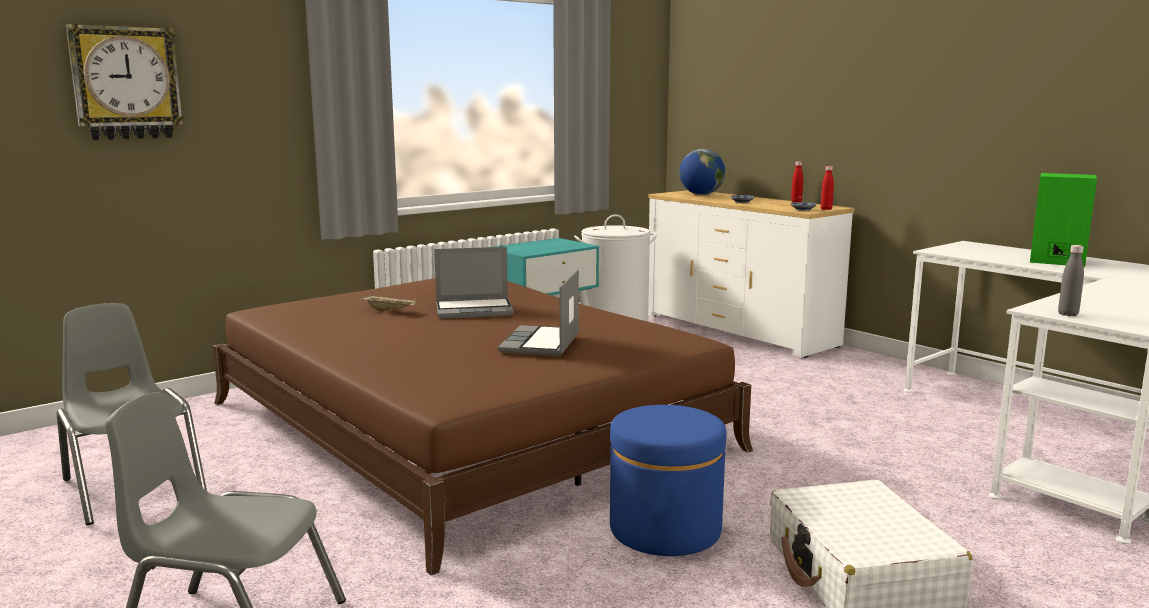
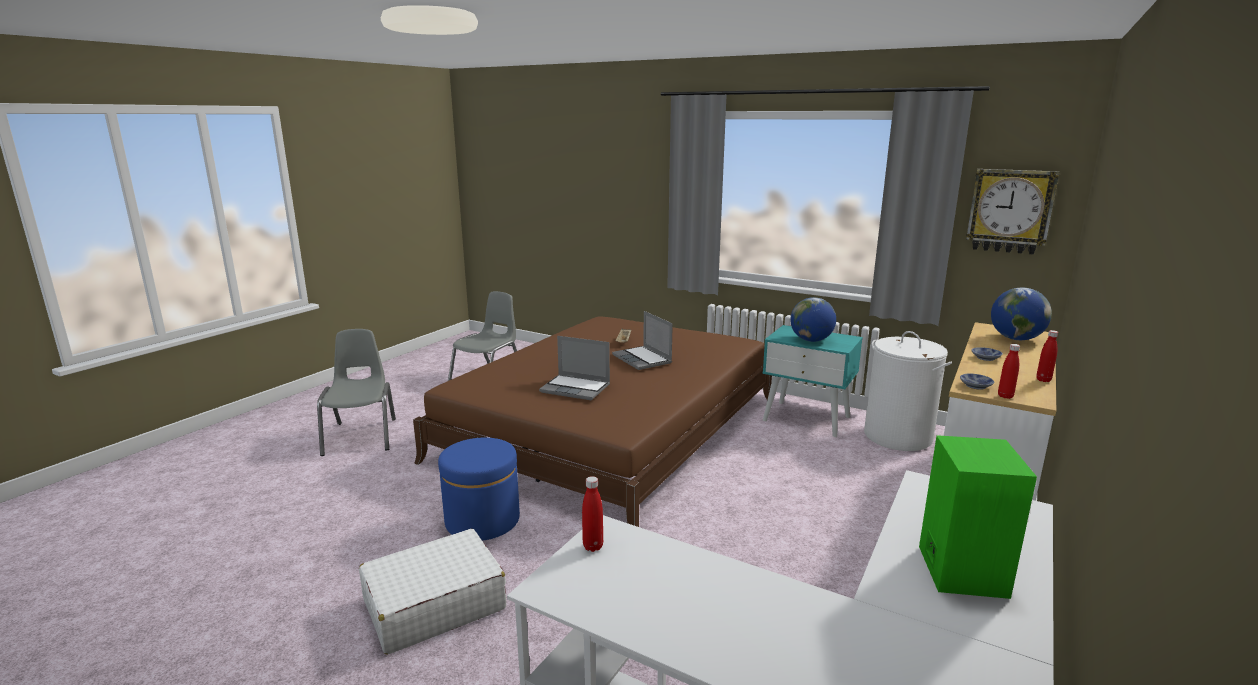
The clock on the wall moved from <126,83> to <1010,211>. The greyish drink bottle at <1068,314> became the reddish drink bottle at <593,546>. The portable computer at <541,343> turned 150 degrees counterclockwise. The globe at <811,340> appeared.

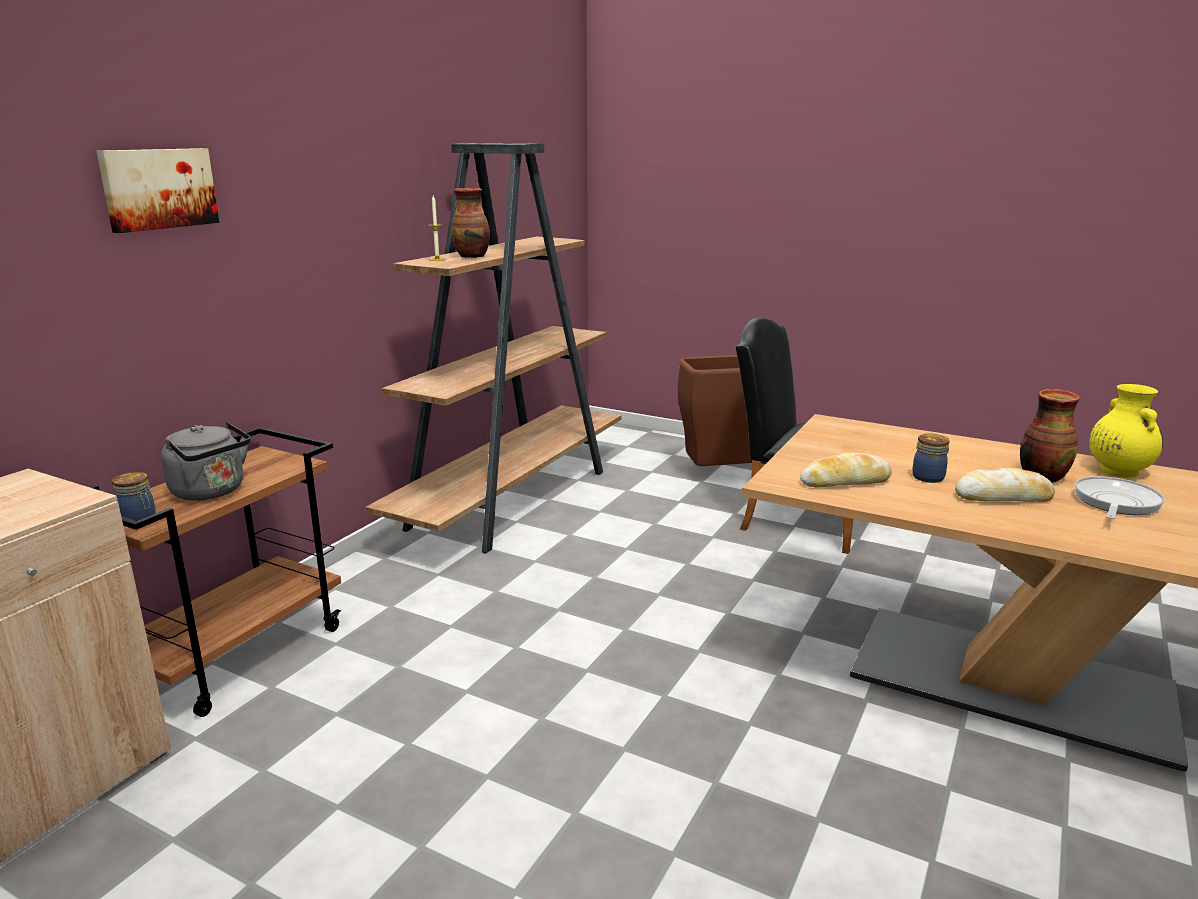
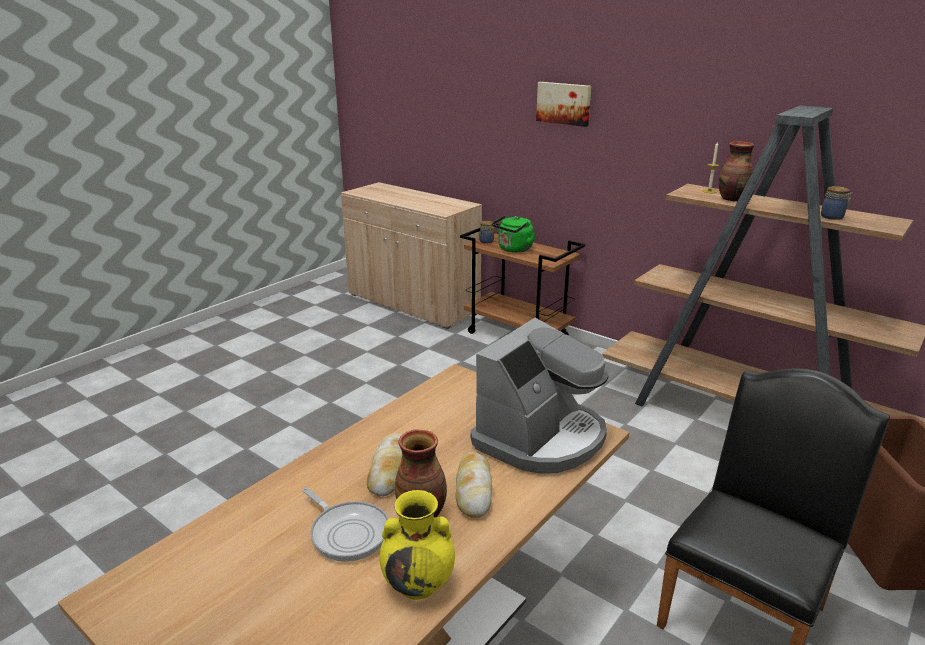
The greyish water kettle at <212,492> became the greenish water kettle at <513,249>. The storage jar moved from <928,477> to <833,217>. The baked bread moved from <845,481> to <473,490>. The coffee machine at <541,438> appeared.

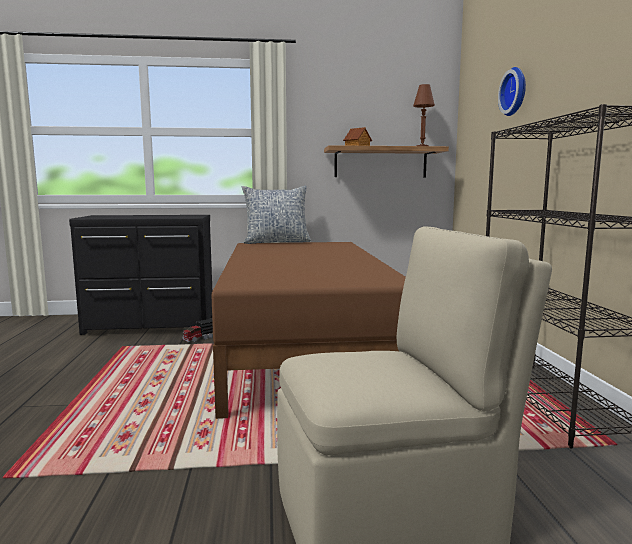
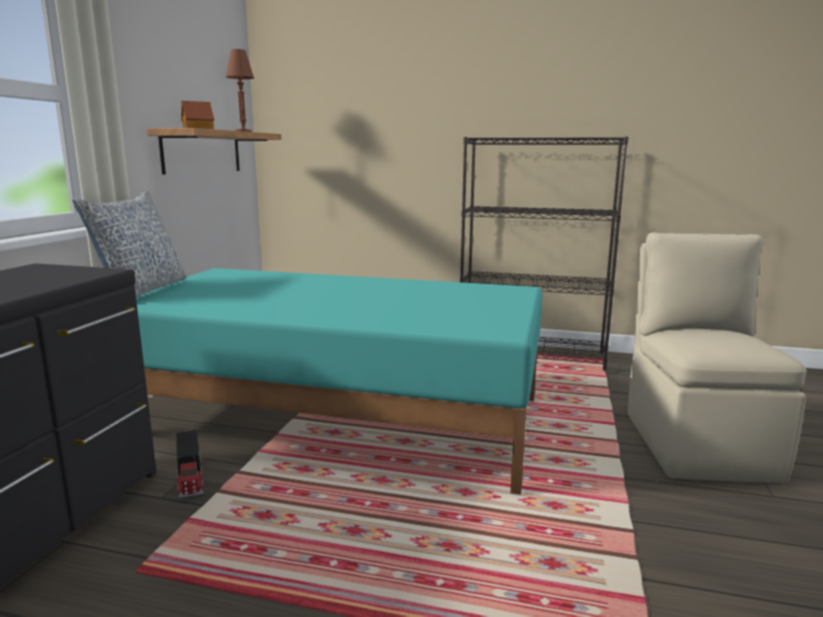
The clock on the wall at <515,92> disappeared. The brown sleeping bed at <305,350> became the turquoise-coloured sleeping bed at <334,415>.

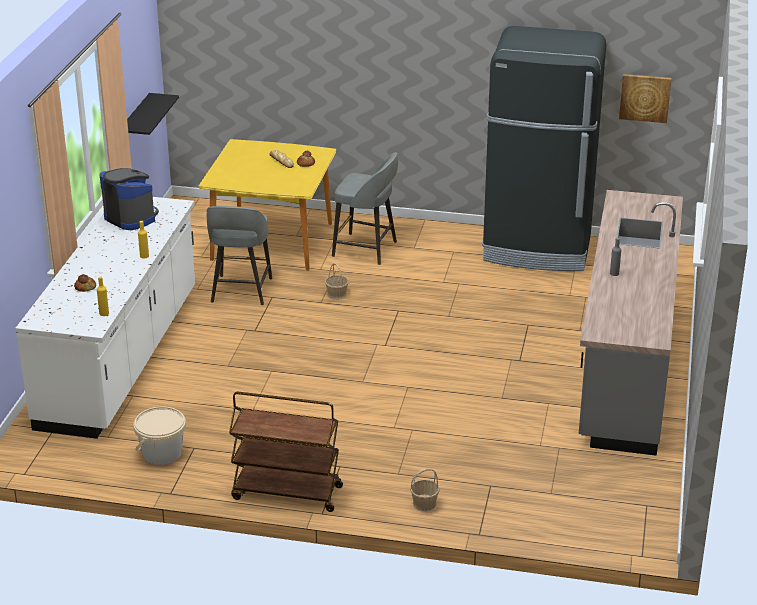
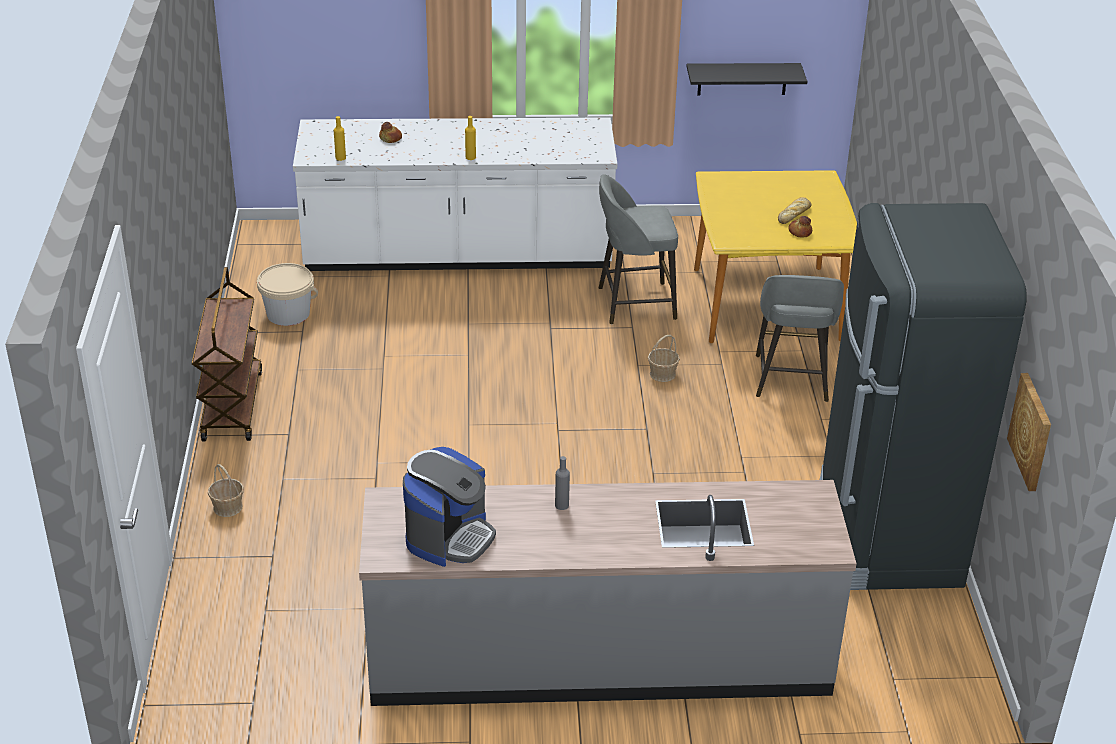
The coffee machine moved from <131,217> to <449,537>.

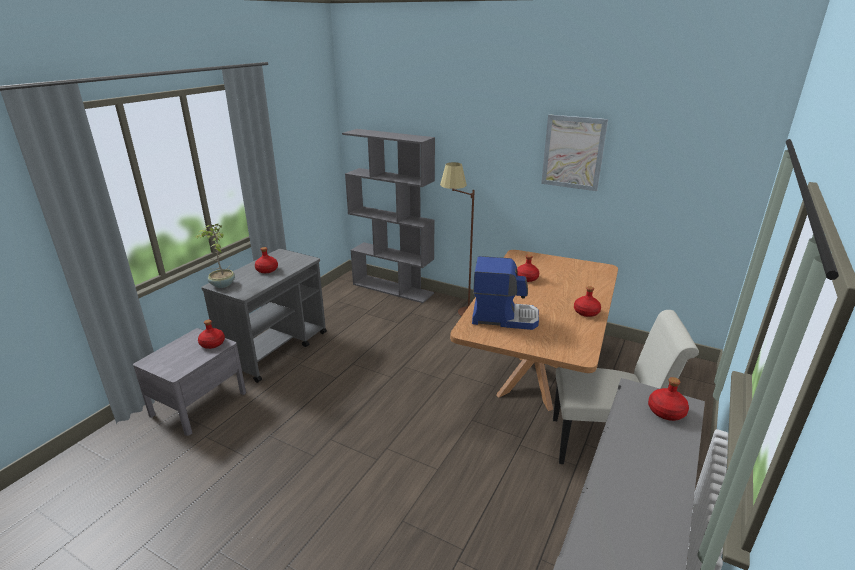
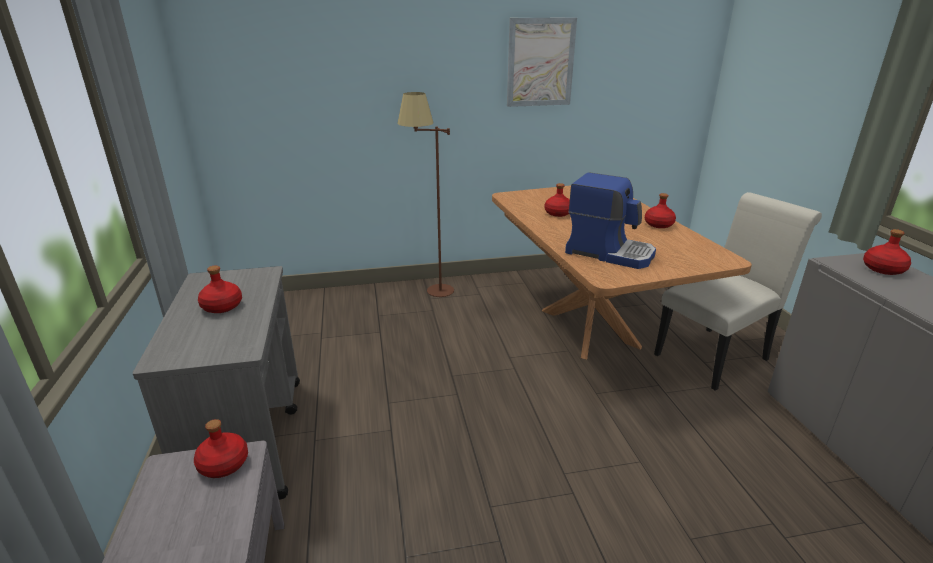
The greyish shelving unit at <393,288> disappeared. The houseplant at <222,285> disappeared. The coffee machine at <504,317> turned 60 degrees clockwise.

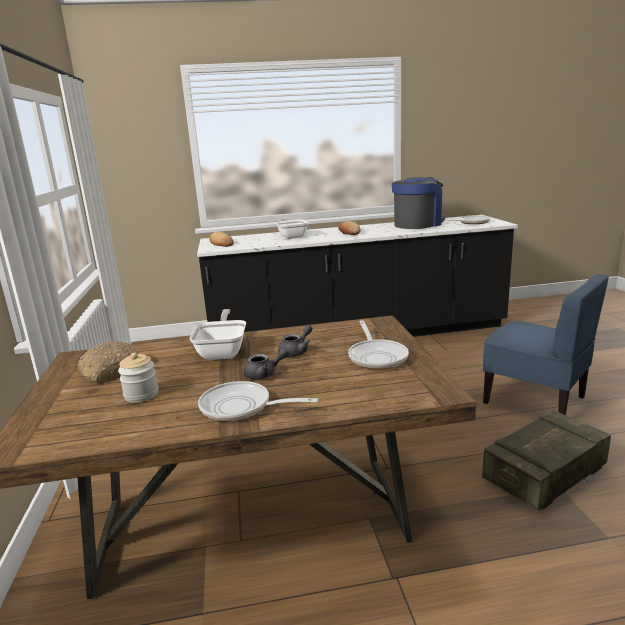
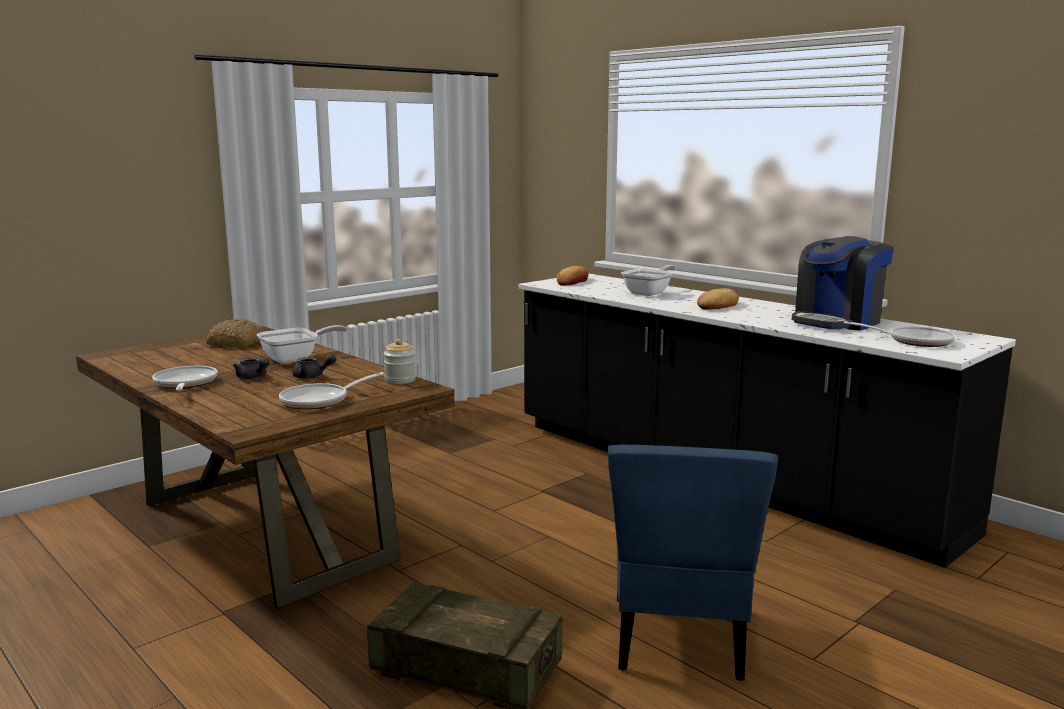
The coffee machine at <418,224> turned 120 degrees clockwise. The storage jar moved from <141,395> to <400,380>.

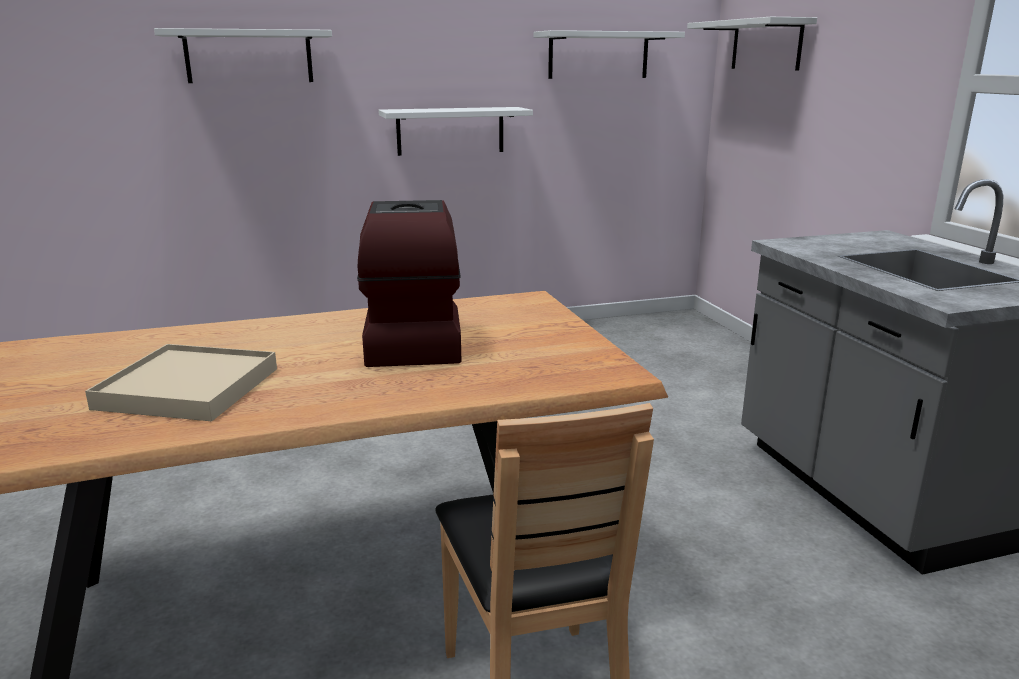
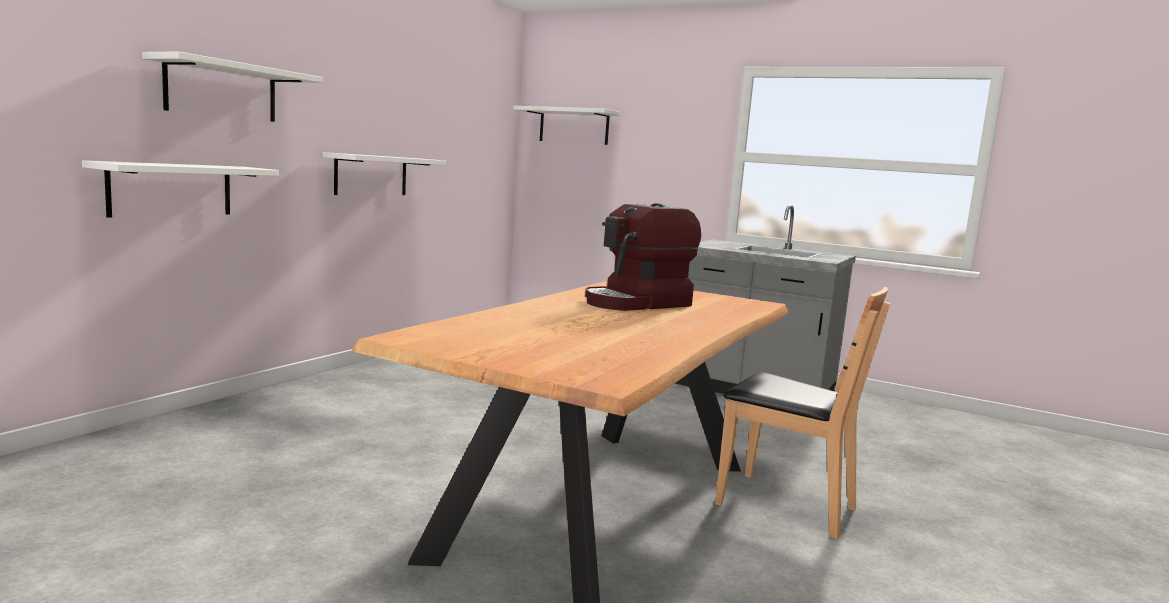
The whitish bracket shelf moved from <598,55> to <171,189>. The coffee machine at <412,340> turned 75 degrees counterclockwise. The sand-coloured carrying tray at <189,388> disappeared.

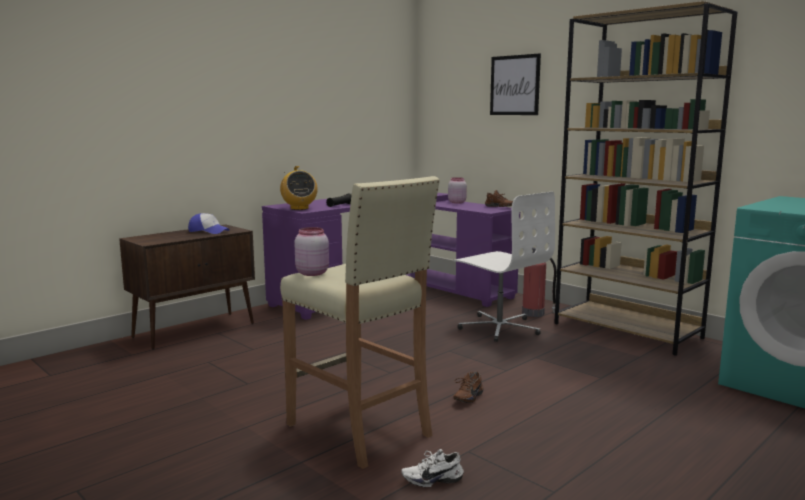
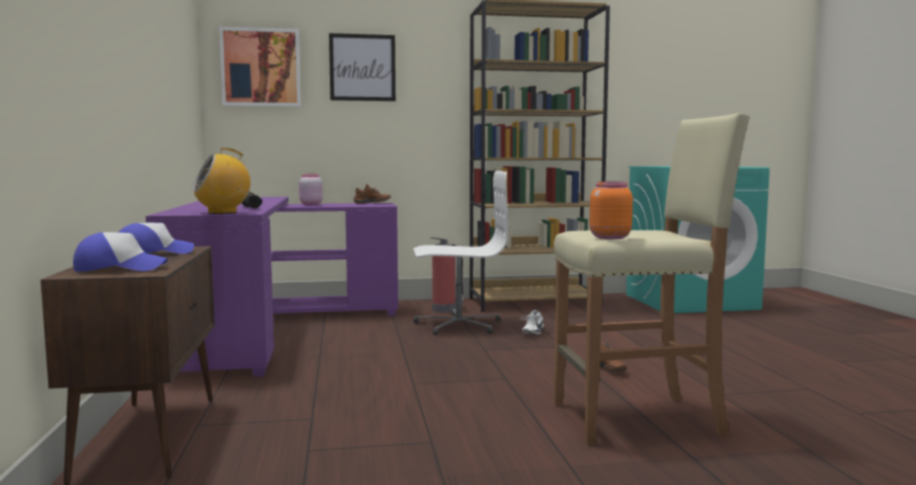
The radio at <299,208> turned 135 degrees clockwise. The pinkish storage jar at <312,273> became the orangey storage jar at <608,237>. The whitish low shoe moved from <432,479> to <531,333>. The wall picture at <261,67> appeared. The cap at <120,268> appeared.

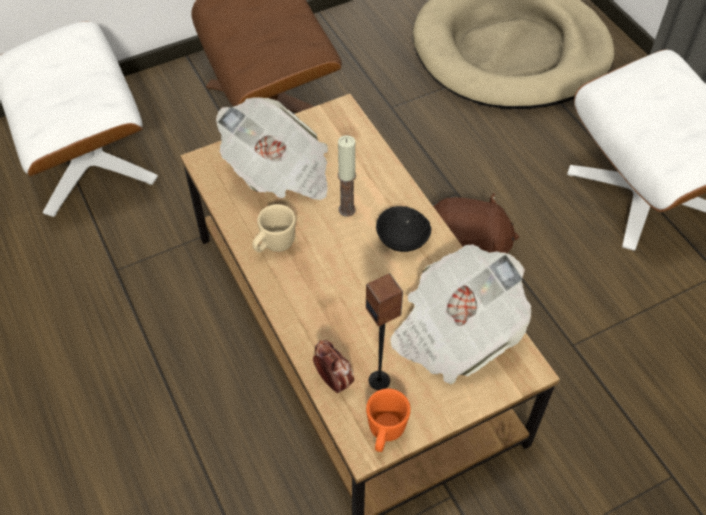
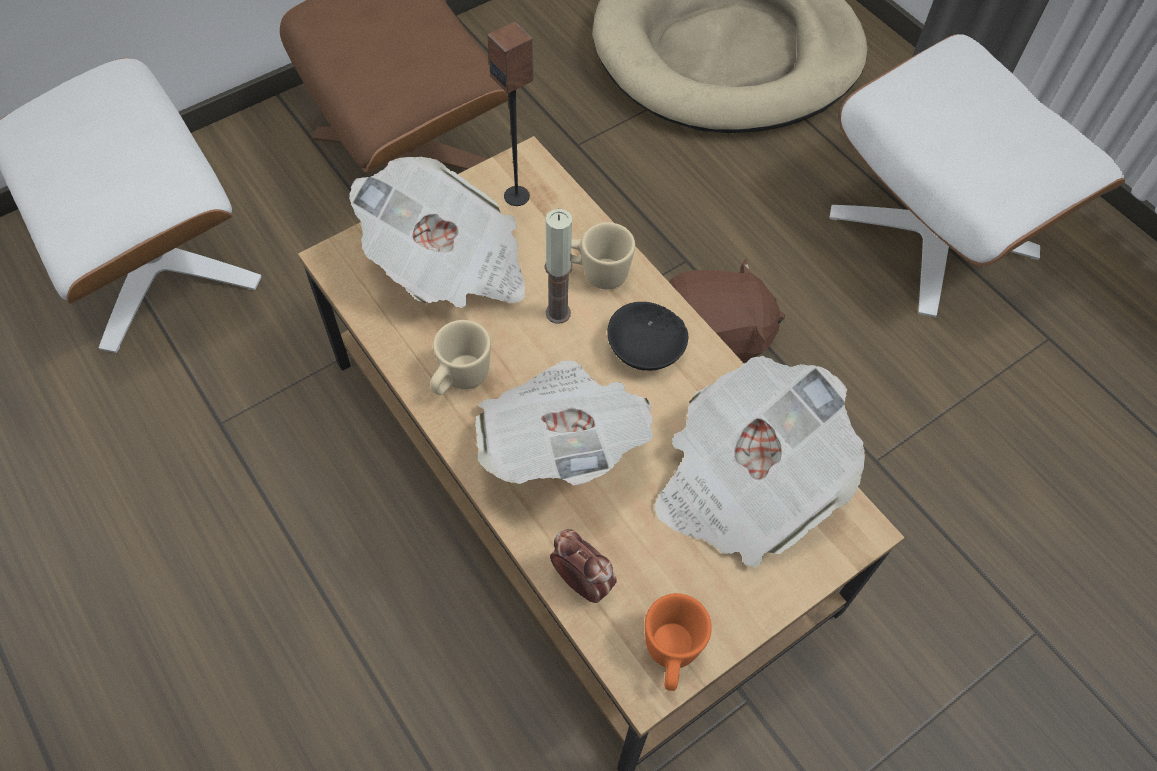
The speaker moved from <379,380> to <517,196>. The sand-coloured tea mug at <597,273> appeared. The newspaper at <561,441> appeared.

